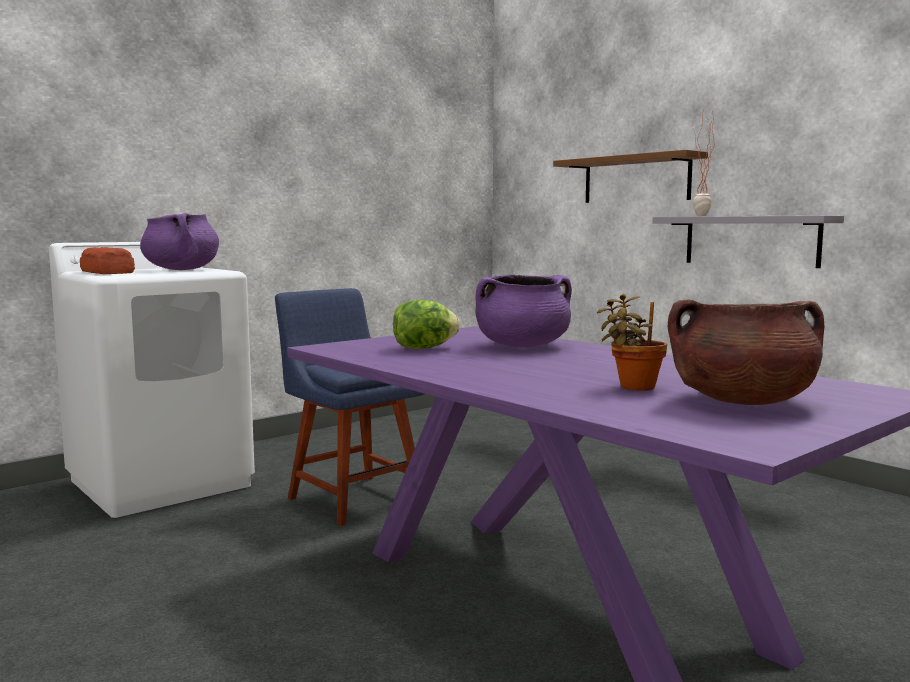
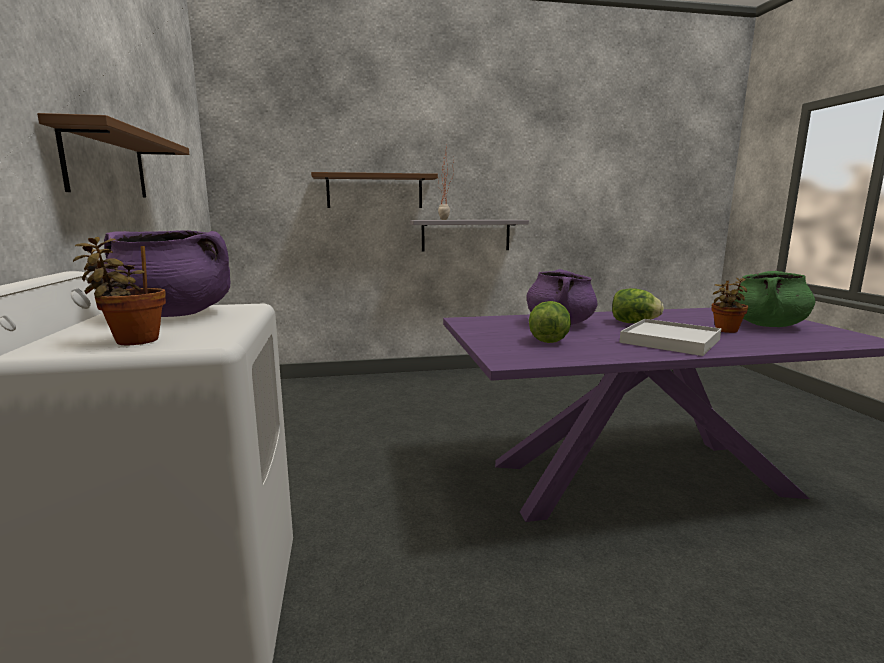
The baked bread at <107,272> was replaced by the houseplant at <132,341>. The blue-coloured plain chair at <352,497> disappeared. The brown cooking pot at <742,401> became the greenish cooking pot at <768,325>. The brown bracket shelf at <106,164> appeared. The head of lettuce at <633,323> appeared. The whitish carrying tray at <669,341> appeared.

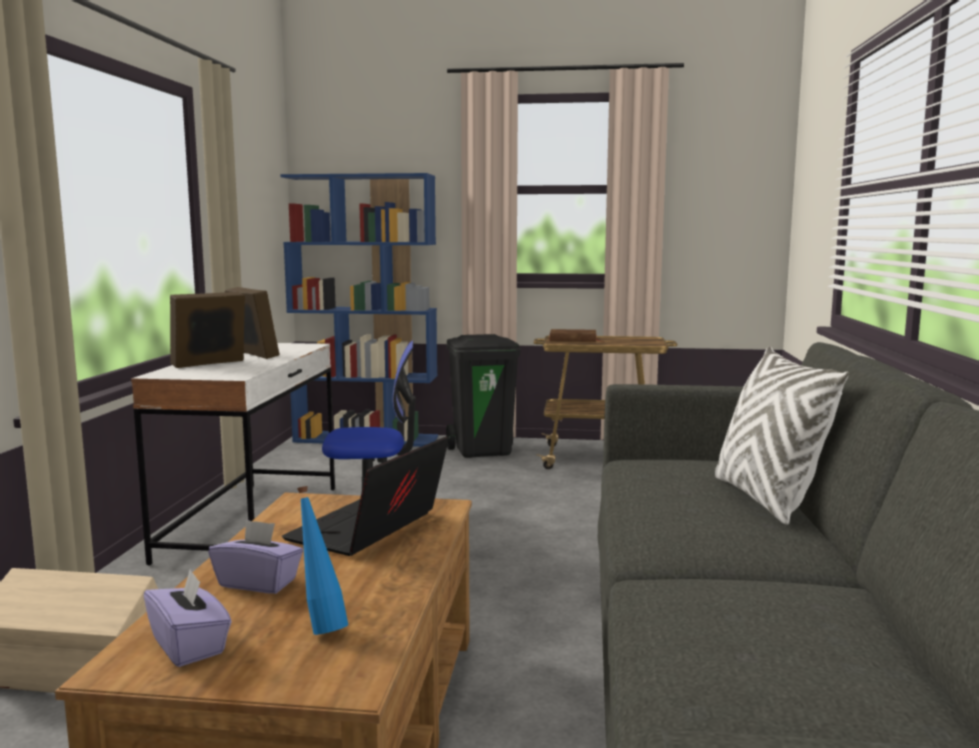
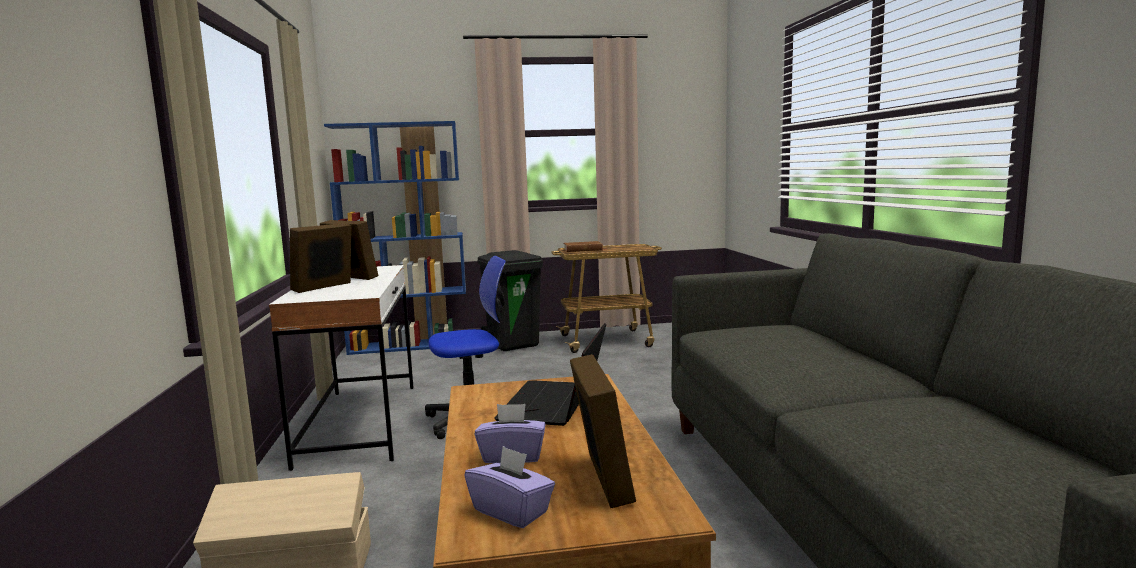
The whitish pillow at <766,499> disappeared. The blue-coloured drink bottle at <321,627> was replaced by the photo frame at <602,479>.

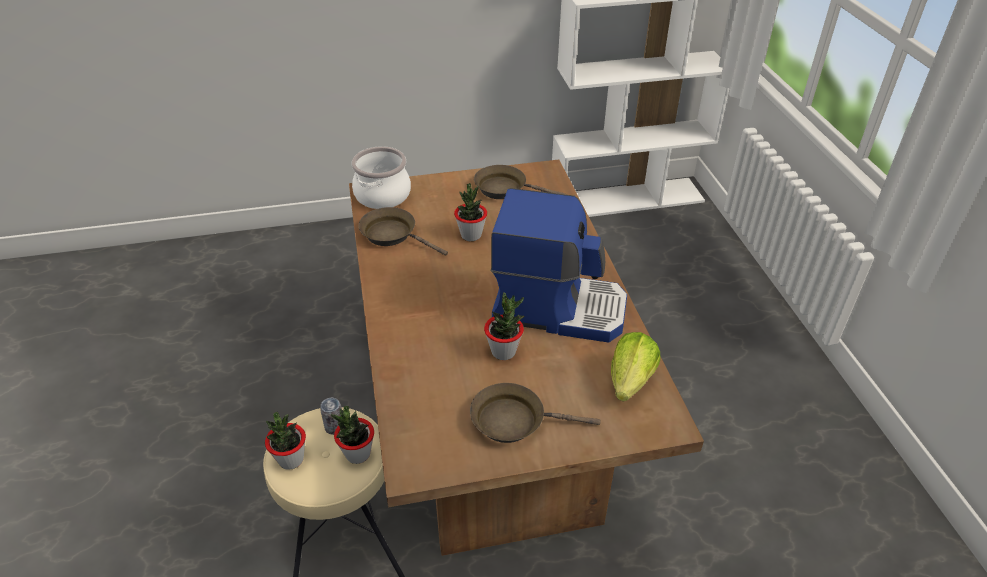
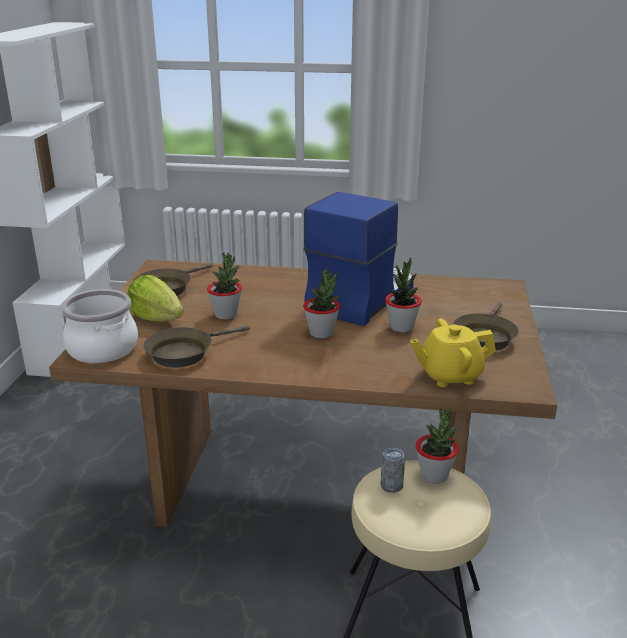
The head of lettuce moved from <630,381> to <157,318>. The houseplant moved from <291,460> to <321,333>. The yellow pot for tea at <449,375> appeared.

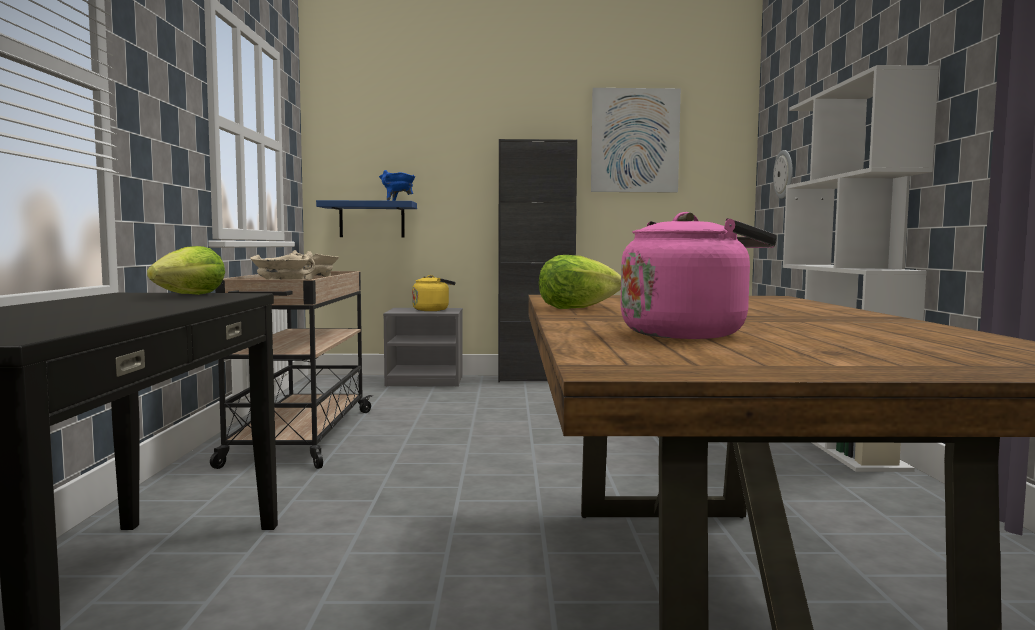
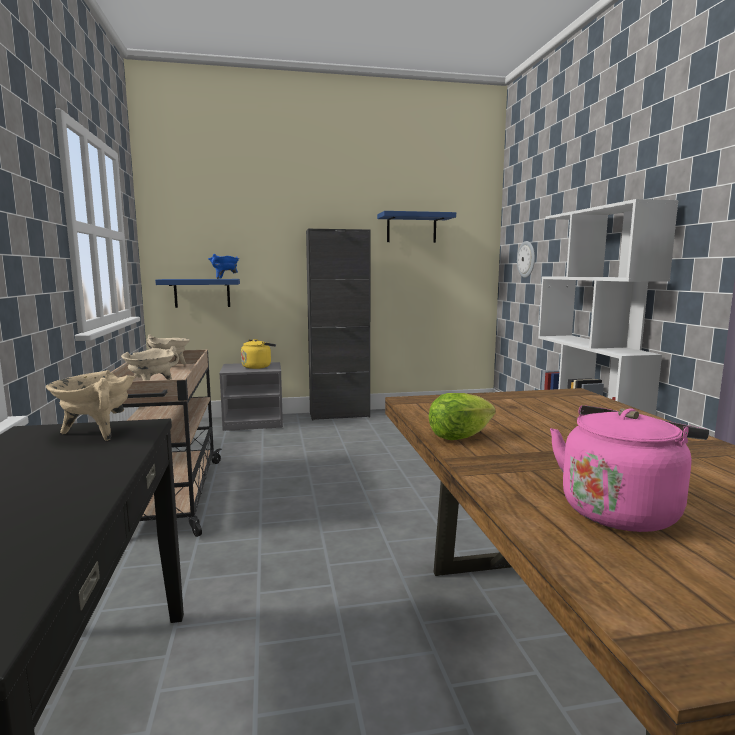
The wall picture at <635,140> was replaced by the blue-coloured bracket shelf at <411,228>. The head of lettuce at <191,295> was replaced by the sand-coloured cooking pot at <96,432>.

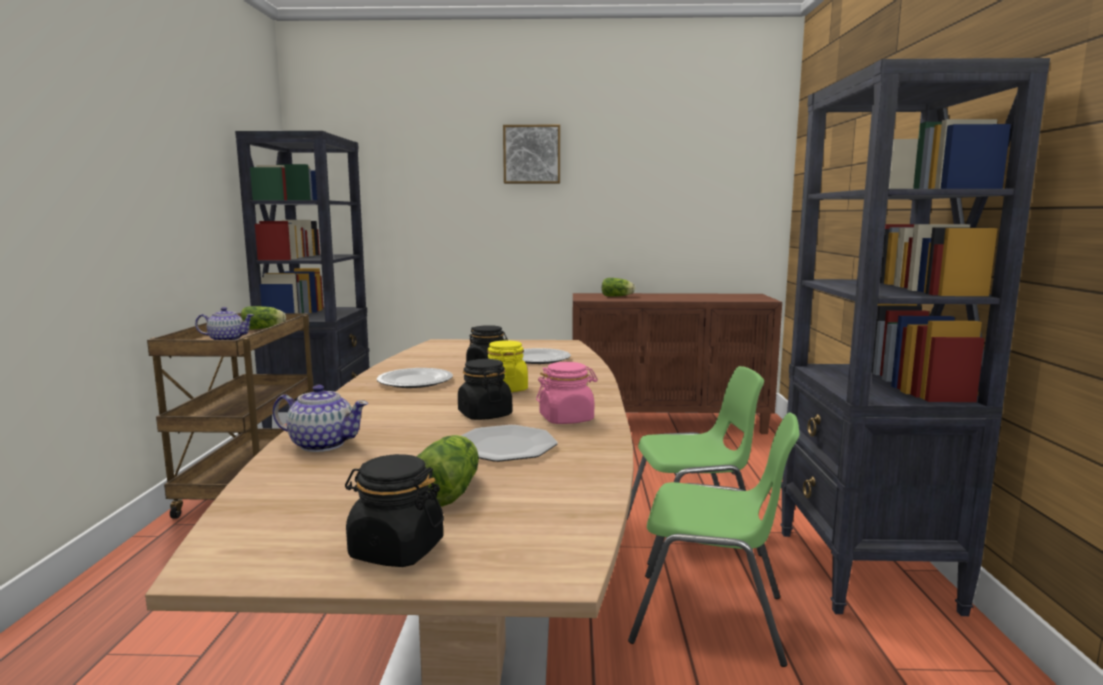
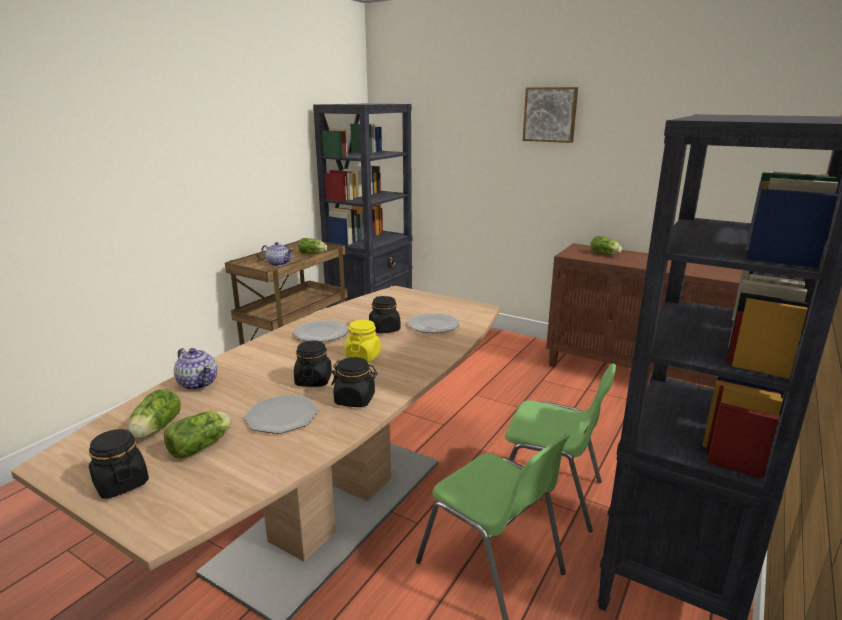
The pinkish storage jar at <566,419> became the black-coloured storage jar at <355,400>. The head of lettuce at <155,430> appeared.

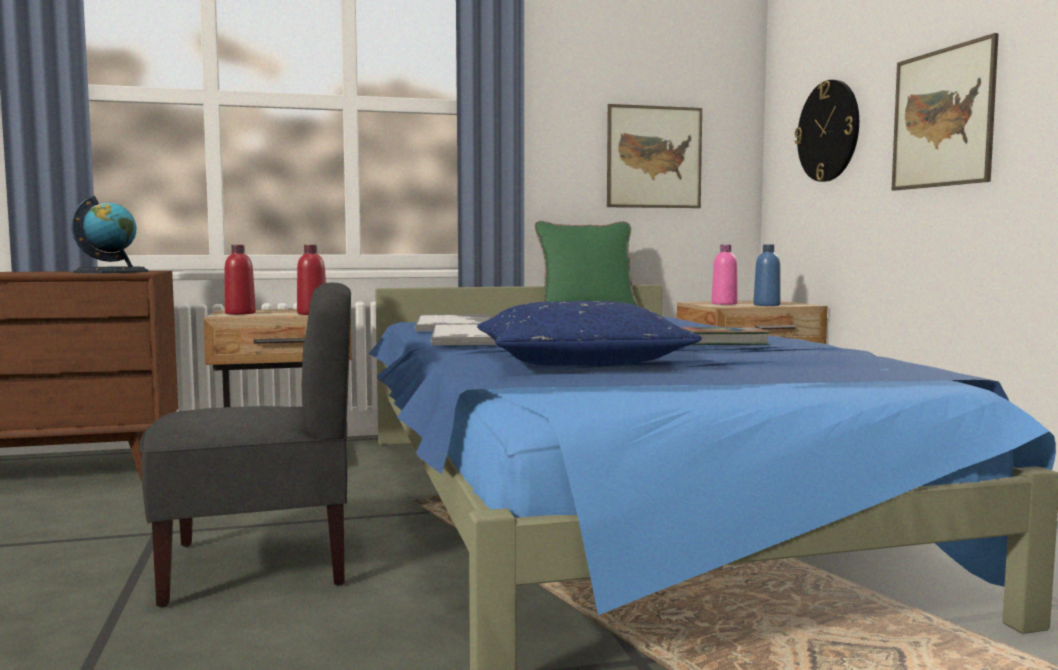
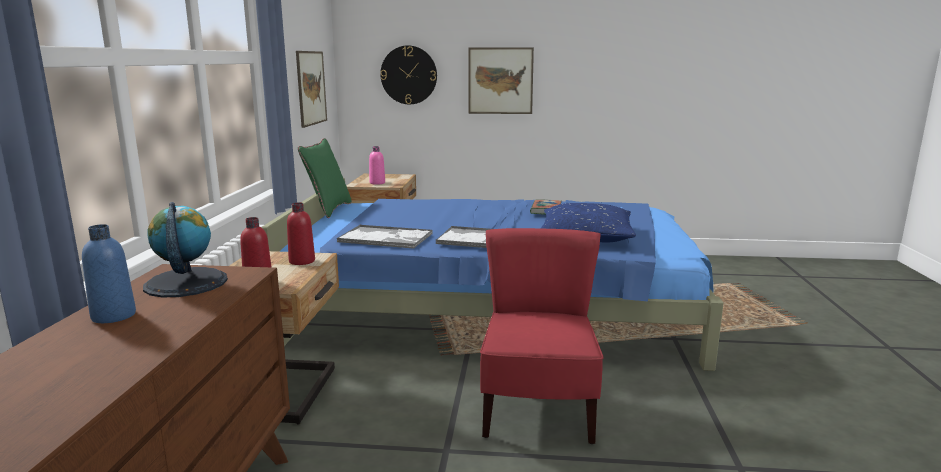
The blue-coloured drink bottle moved from <766,305> to <113,316>. The greyish plain chair at <259,566> became the reddish plain chair at <537,411>.

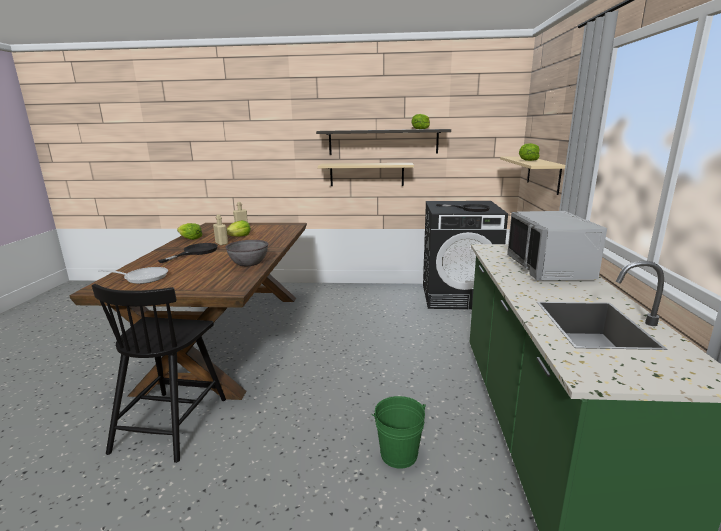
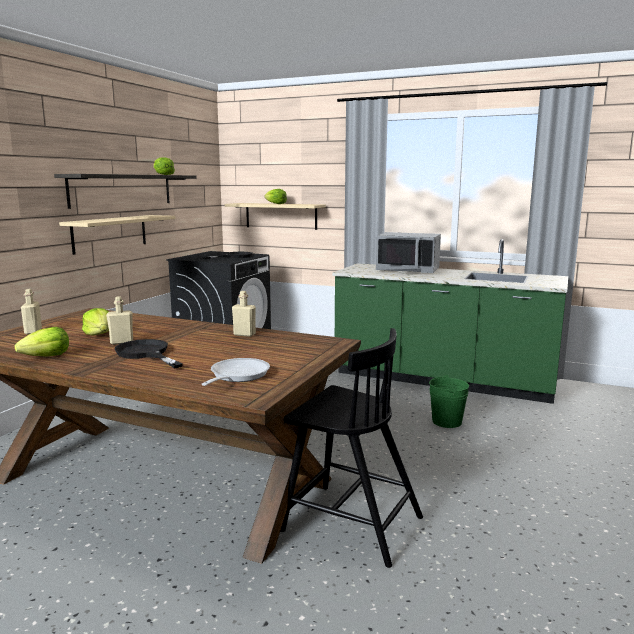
The greyish deep dish at <249,263> was replaced by the sand-coloured drink bottle at <244,334>.

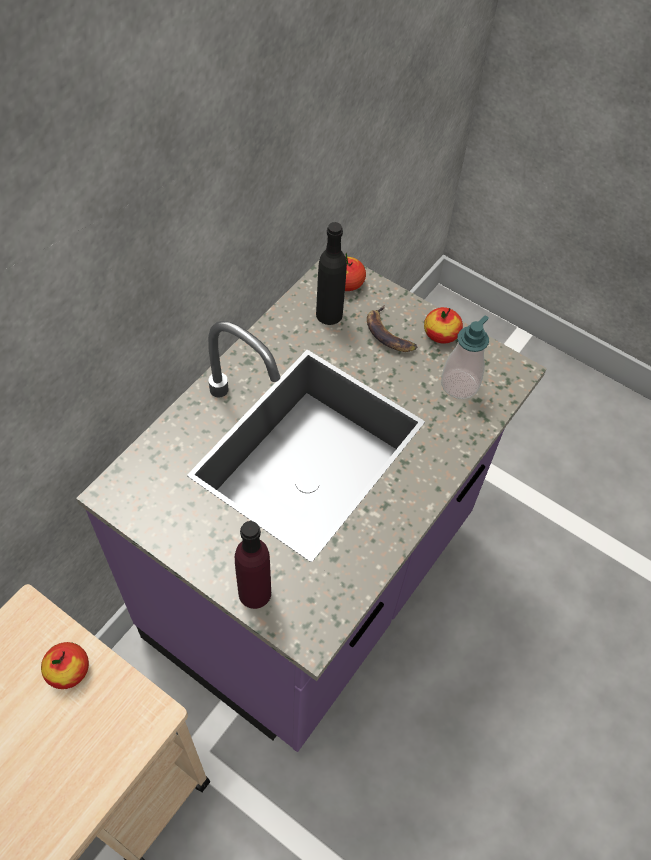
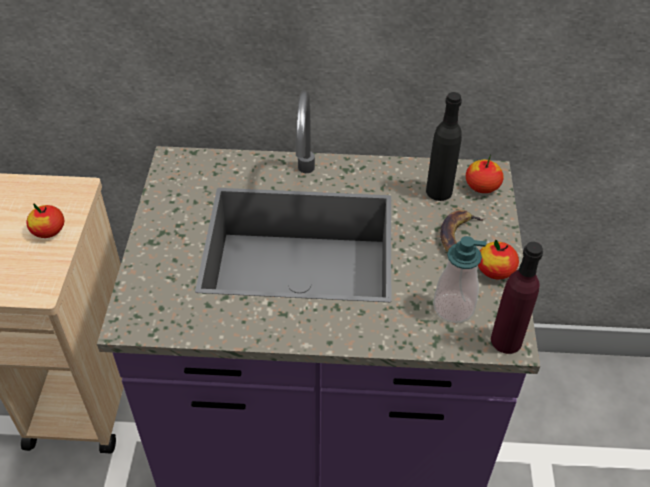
The purplish drink bottle moved from <254,593> to <506,340>.

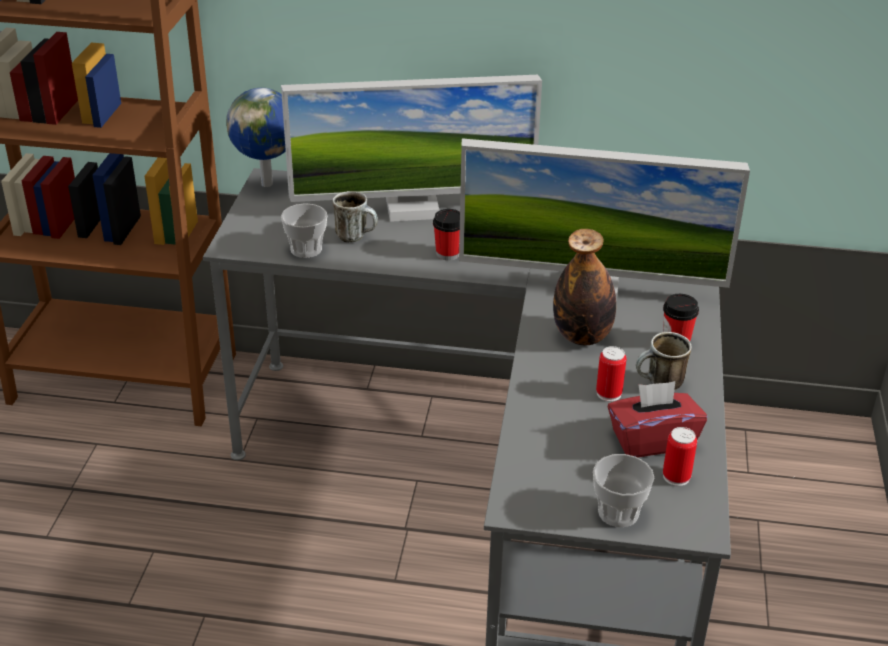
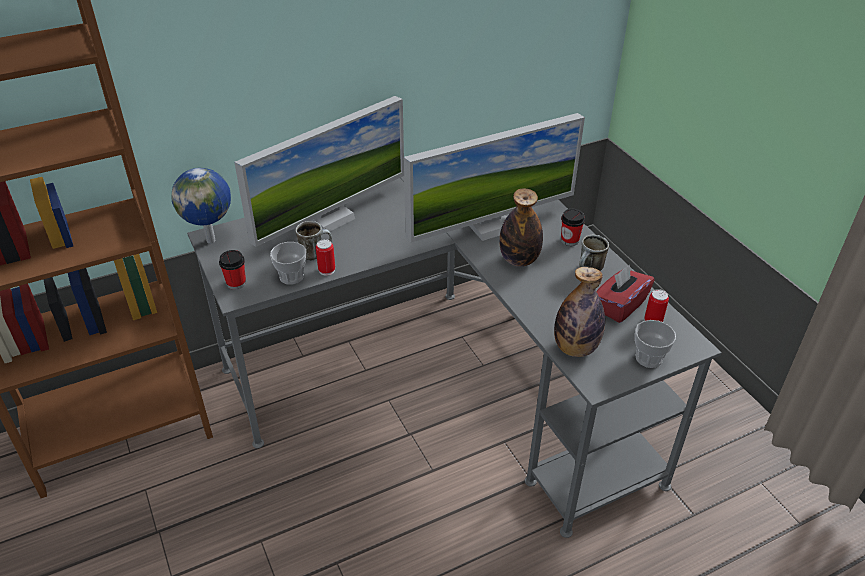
The cup moved from <448,253> to <236,283>. The metal can moved from <608,393> to <326,270>. The drink bottle at <575,348> appeared.

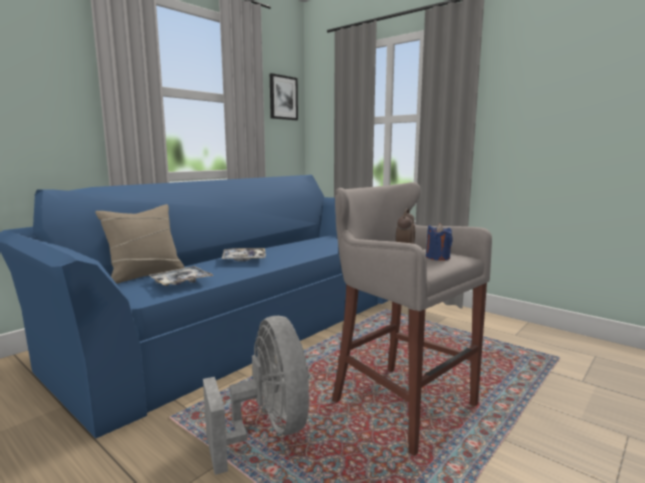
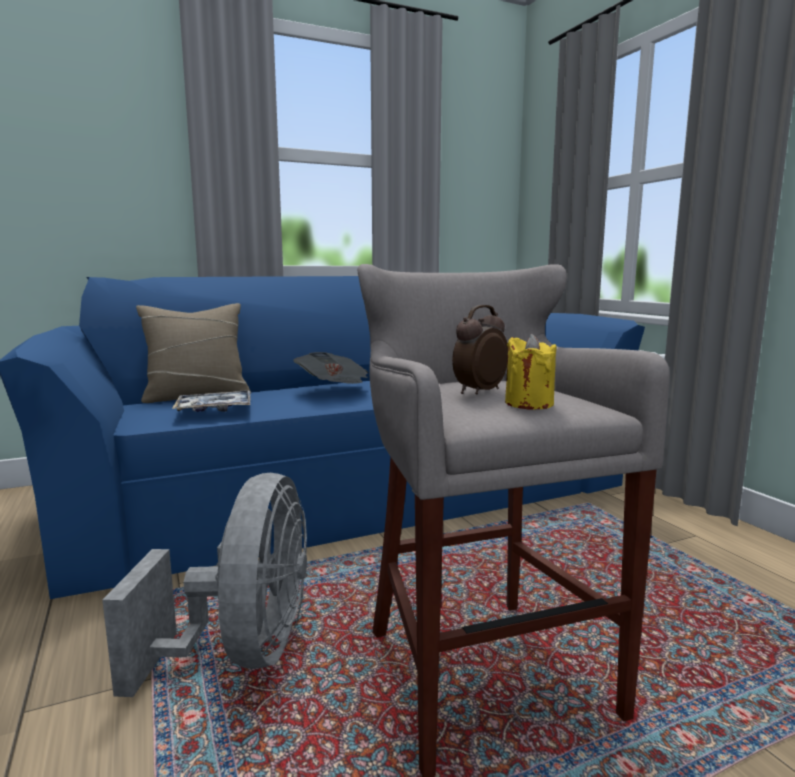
The wall picture at <283,97> disappeared. The blue-coloured candle at <437,257> became the yellow candle at <529,404>. The carrying tray at <244,259> was replaced by the newspaper at <334,390>.

